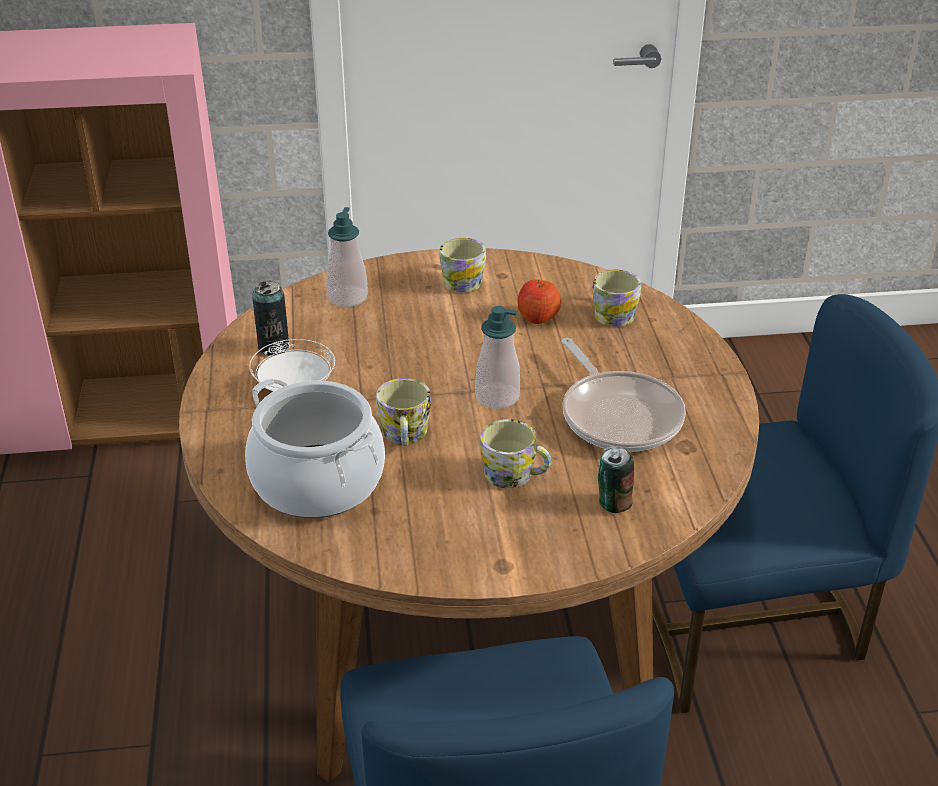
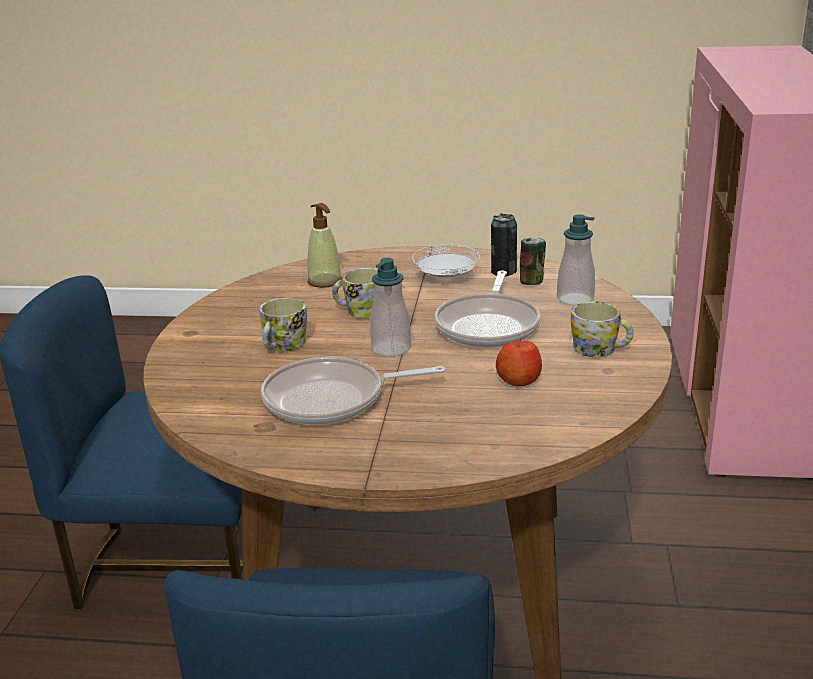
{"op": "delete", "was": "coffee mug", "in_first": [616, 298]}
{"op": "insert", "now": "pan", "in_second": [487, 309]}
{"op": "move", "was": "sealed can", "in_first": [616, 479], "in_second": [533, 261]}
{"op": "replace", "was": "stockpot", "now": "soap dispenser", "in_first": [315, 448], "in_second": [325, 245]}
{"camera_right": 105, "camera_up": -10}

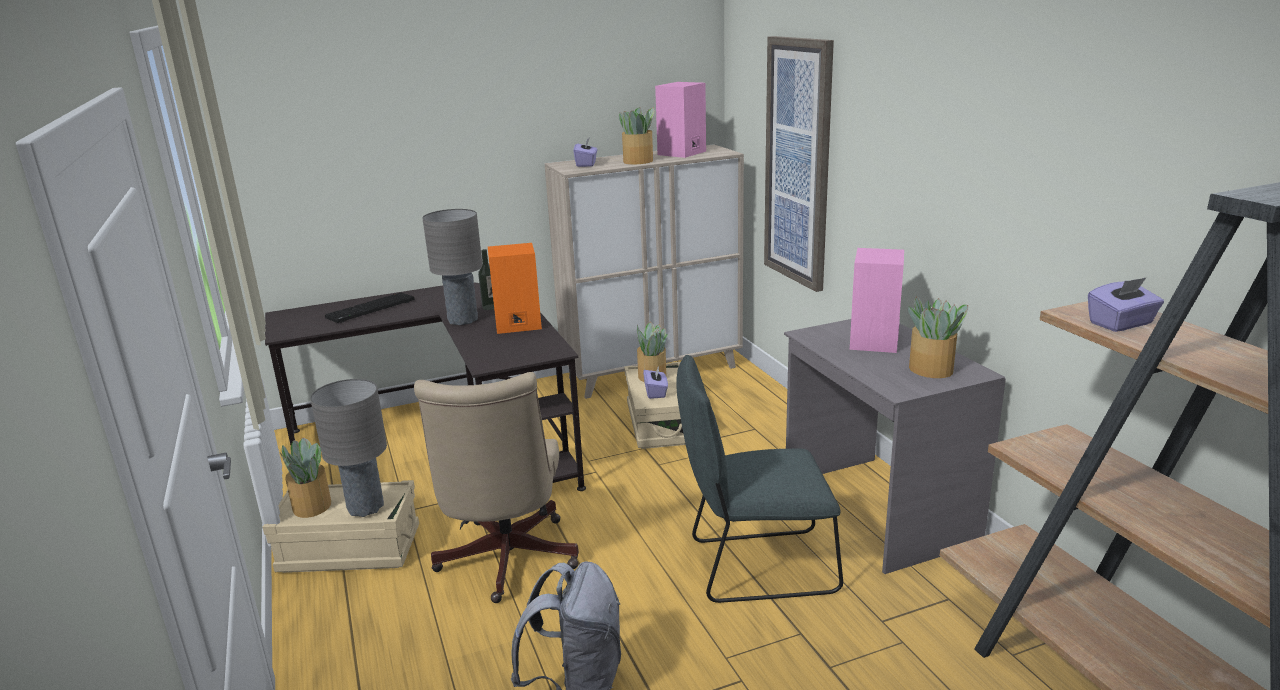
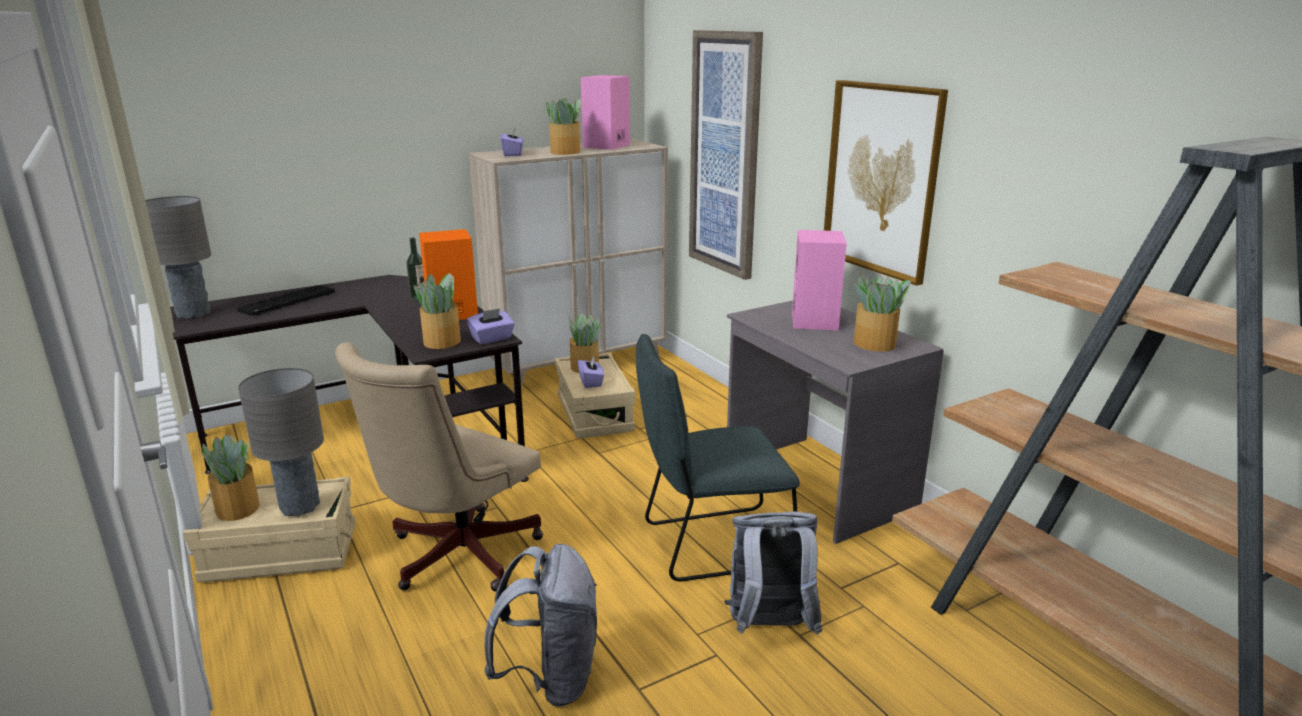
{"op": "insert", "now": "houseplant", "in_second": [437, 311]}
{"op": "insert", "now": "greyish knapsack", "in_second": [773, 572]}
{"op": "insert", "now": "wall picture", "in_second": [886, 183]}
{"op": "move", "was": "greyish table lamp", "in_first": [452, 267], "in_second": [178, 257]}
{"op": "move", "was": "purple tissue box", "in_first": [1126, 304], "in_second": [491, 326]}
{"op": "rotate", "was": "beige-coloured desk chair", "in_first": [496, 487], "in_second": [439, 467], "clockwise": 45}
{"camera_right": -10, "camera_up": 0}

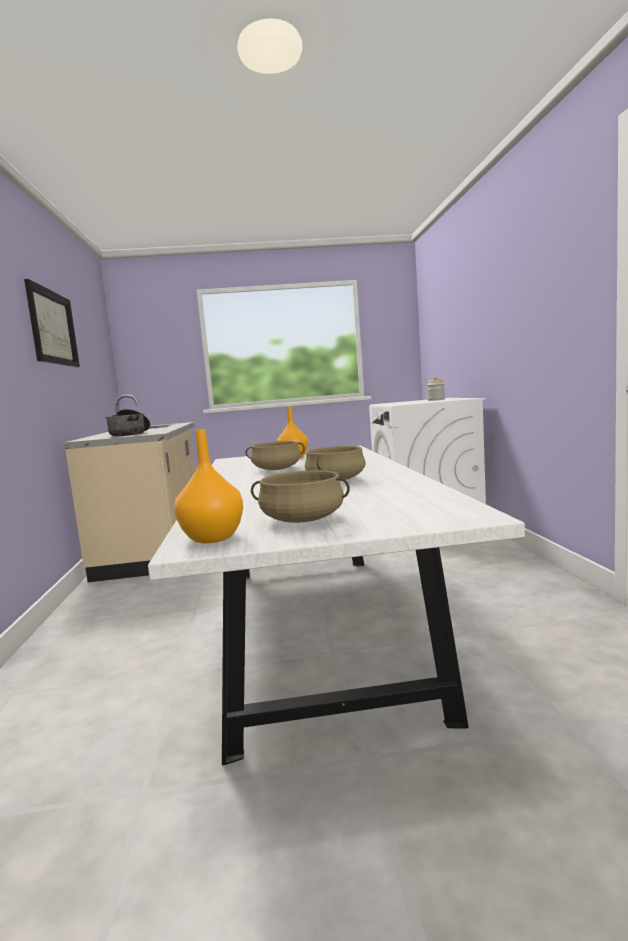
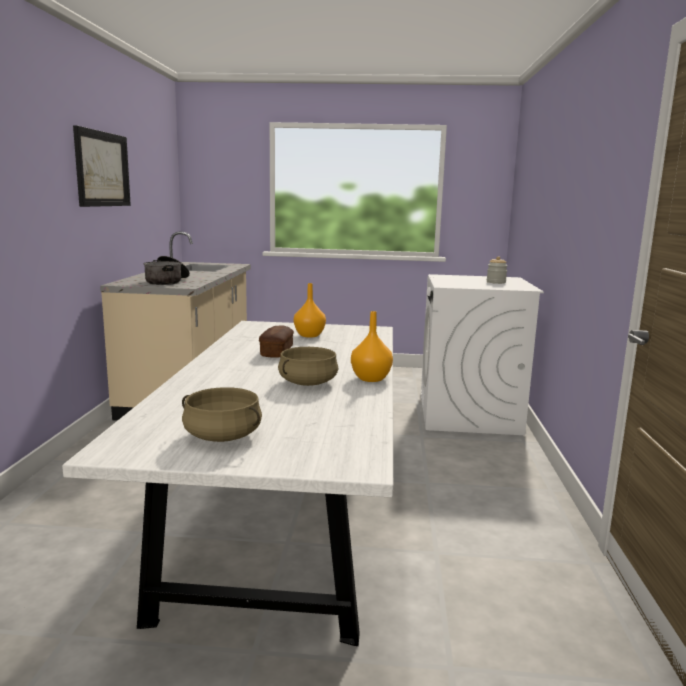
{"op": "move", "was": "orangey decorative vase", "in_first": [208, 486], "in_second": [372, 346]}
{"op": "replace", "was": "beige-coloured stockpot", "now": "baked bread", "in_first": [275, 455], "in_second": [276, 341]}
{"camera_right": 10, "camera_up": 5}

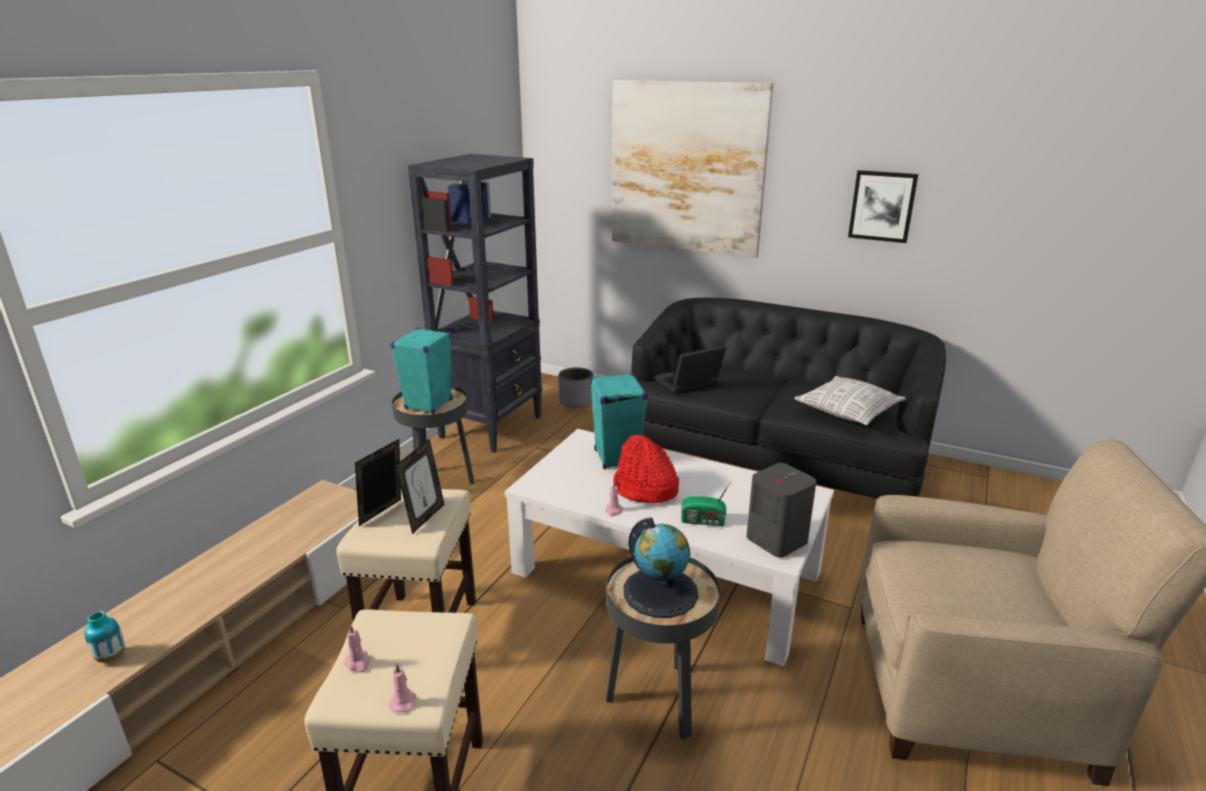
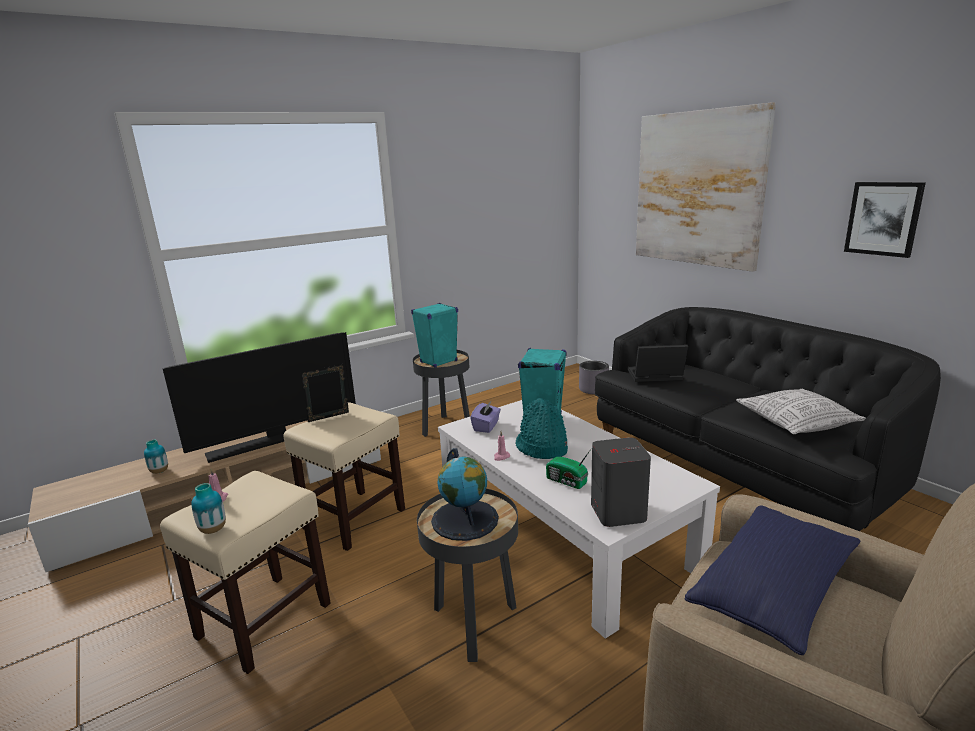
{"op": "delete", "was": "standing frame", "in_first": [419, 486]}
{"op": "delete", "was": "black-coloured shelving unit", "in_first": [475, 303]}
{"op": "insert", "now": "television", "in_second": [259, 397]}
{"op": "insert", "now": "purple tissue box", "in_second": [485, 416]}
{"op": "insert", "now": "bluish throw pillow", "in_second": [773, 580]}
{"op": "replace", "was": "pink candle", "now": "decorative vase", "in_first": [402, 688], "in_second": [208, 508]}
{"op": "recolor", "was": "reddish wearable hat", "now": "blue-green wearable hat", "in_first": [646, 469], "in_second": [542, 428]}
{"camera_right": 30, "camera_up": -5}

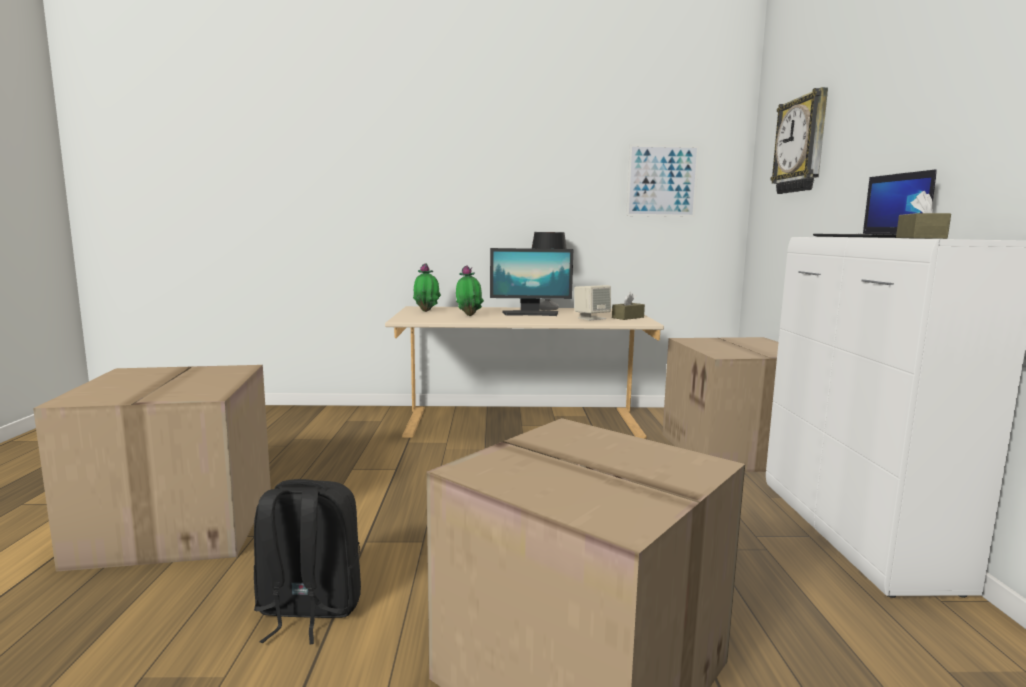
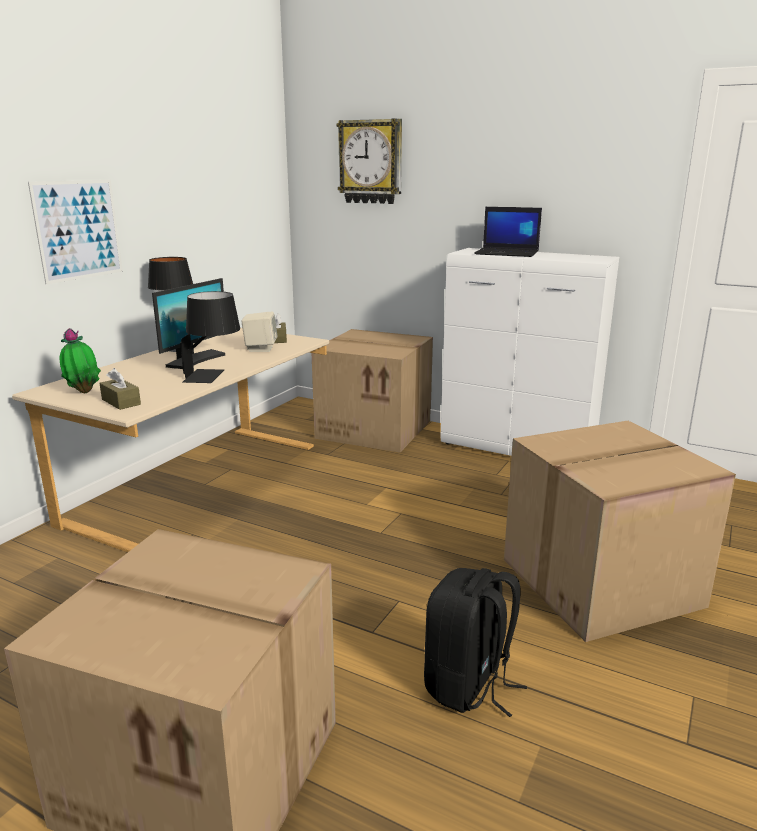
{"op": "delete", "was": "houseplant", "in_first": [470, 290]}
{"op": "insert", "now": "black-coloured table lamp", "in_second": [210, 337]}
{"op": "move", "was": "wall picture", "in_first": [662, 180], "in_second": [75, 232]}
{"op": "move", "was": "brownish tissue box", "in_first": [923, 215], "in_second": [120, 389]}
{"camera_right": -60, "camera_up": 10}

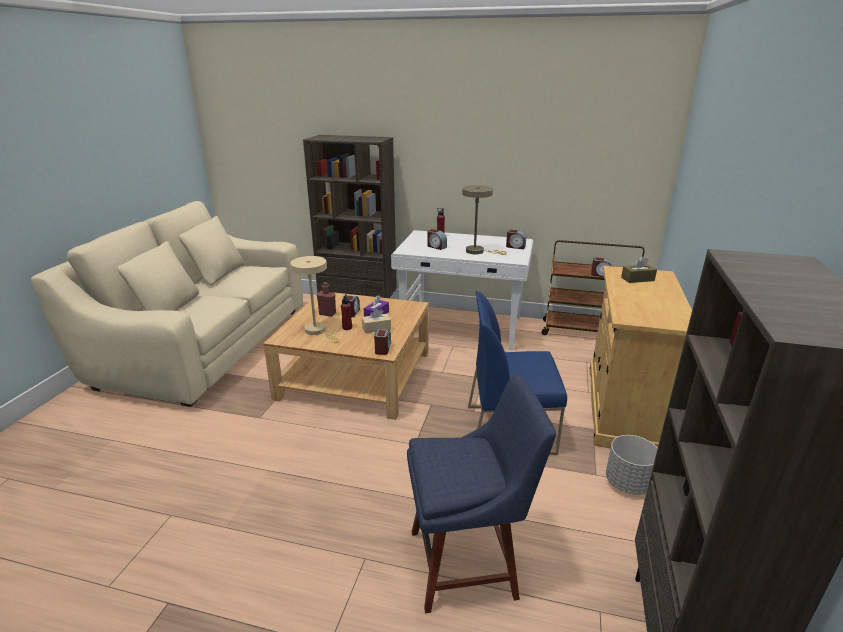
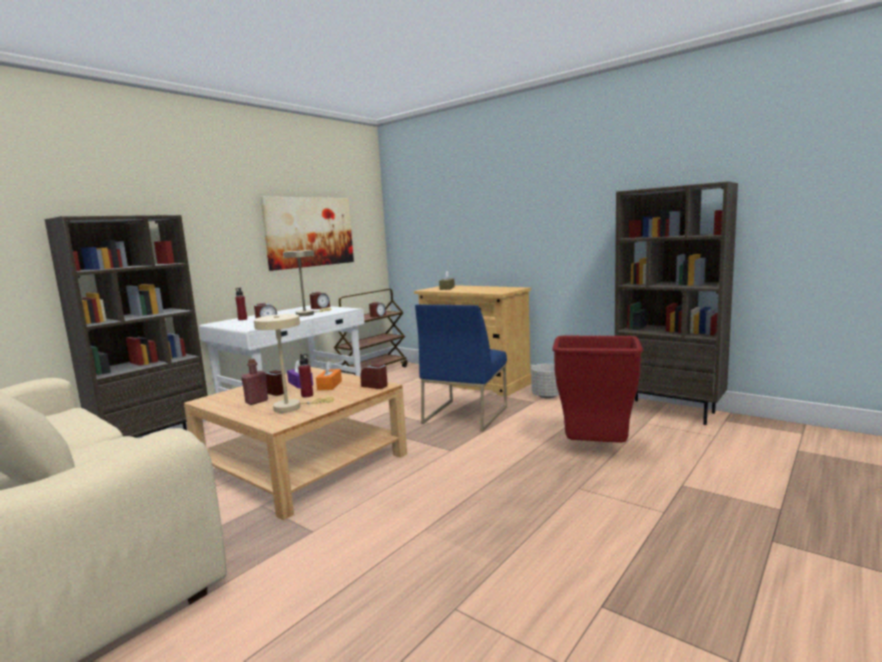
{"op": "insert", "now": "wall picture", "in_second": [307, 234]}
{"op": "replace", "was": "bluish plain chair", "now": "reddish trash can", "in_first": [481, 493], "in_second": [597, 389]}
{"op": "recolor", "was": "beige-coloured tissue box", "now": "orangey tissue box", "in_first": [376, 320], "in_second": [329, 375]}
{"camera_right": -65, "camera_up": -15}

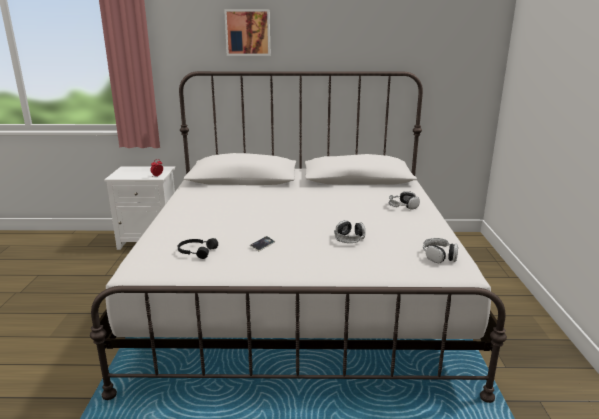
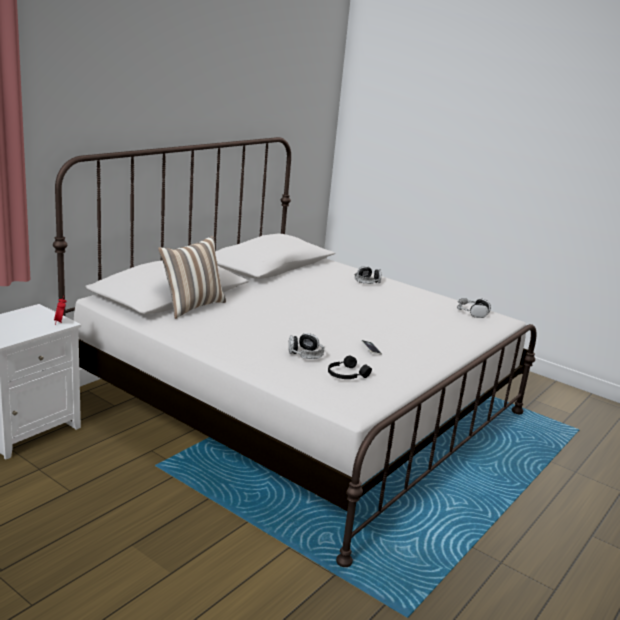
{"op": "delete", "was": "wall picture", "in_first": [247, 32]}
{"op": "insert", "now": "throw pillow", "in_second": [192, 277]}
{"op": "move", "was": "pair of headphones", "in_first": [350, 231], "in_second": [306, 346]}
{"camera_right": -55, "camera_up": 0}

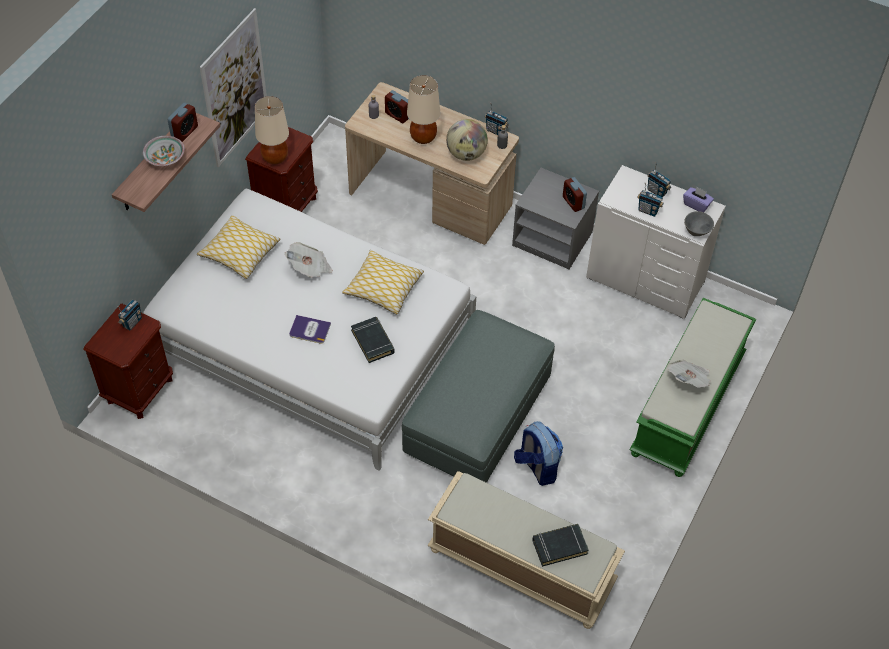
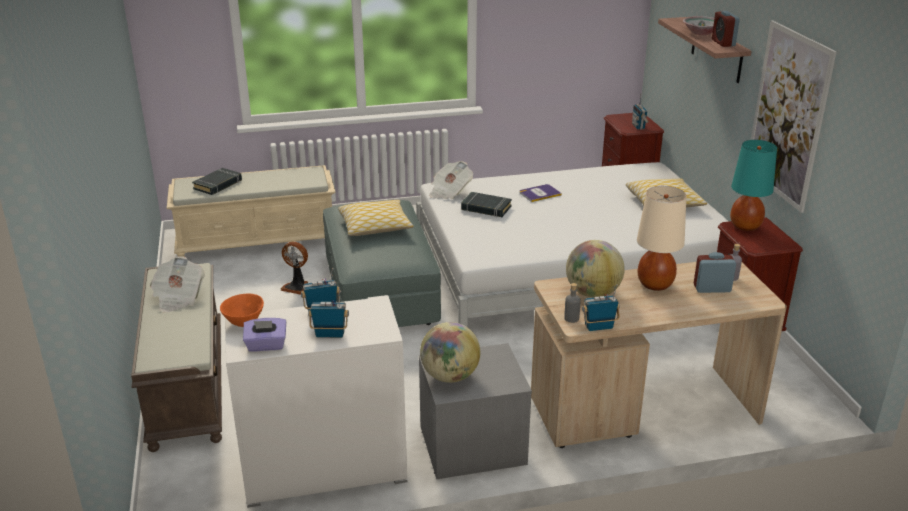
{"op": "move", "was": "daily paper", "in_first": [309, 260], "in_second": [451, 180]}
{"op": "move", "was": "throw pillow", "in_first": [383, 282], "in_second": [376, 218]}
{"op": "replace", "was": "knapsack", "now": "electric fan", "in_first": [538, 453], "in_second": [294, 268]}
{"op": "replace", "was": "alarm clock", "now": "globe", "in_first": [575, 194], "in_second": [450, 352]}
{"op": "recolor", "was": "beige-coloured table lamp", "now": "blue-green table lamp", "in_first": [272, 130], "in_second": [753, 185]}
{"op": "recolor", "was": "greenish bench", "now": "brownish bench", "in_first": [693, 387], "in_second": [176, 357]}
{"op": "recolor", "was": "greyish bowl", "now": "orangey bowl", "in_first": [699, 223], "in_second": [242, 310]}
{"camera_right": 140, "camera_up": -25}

